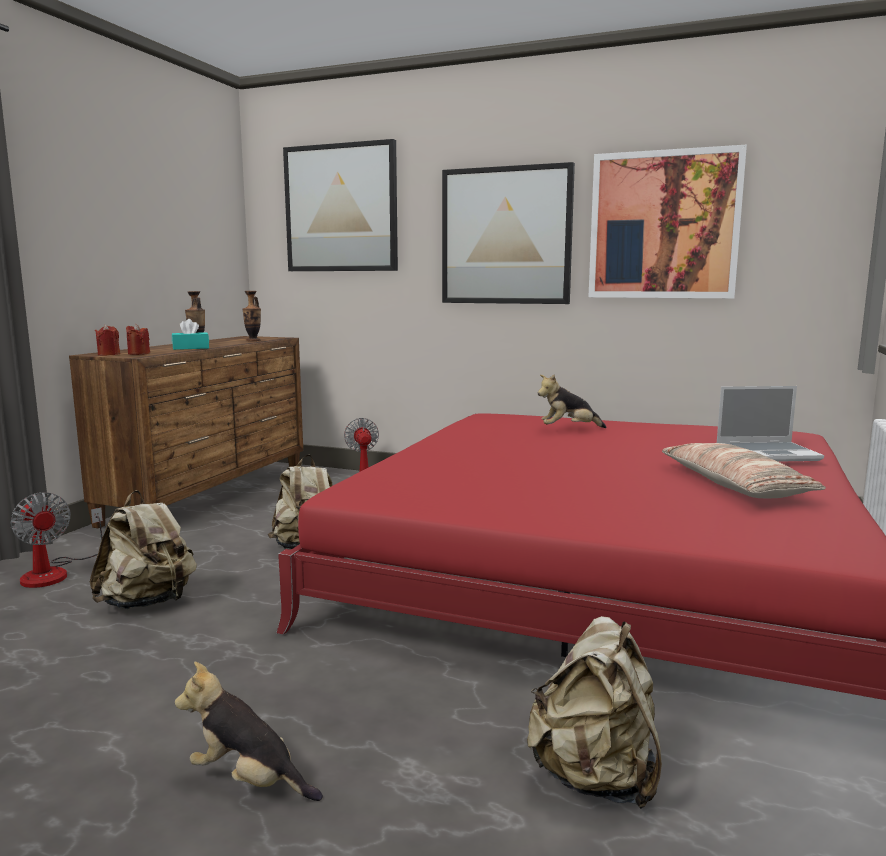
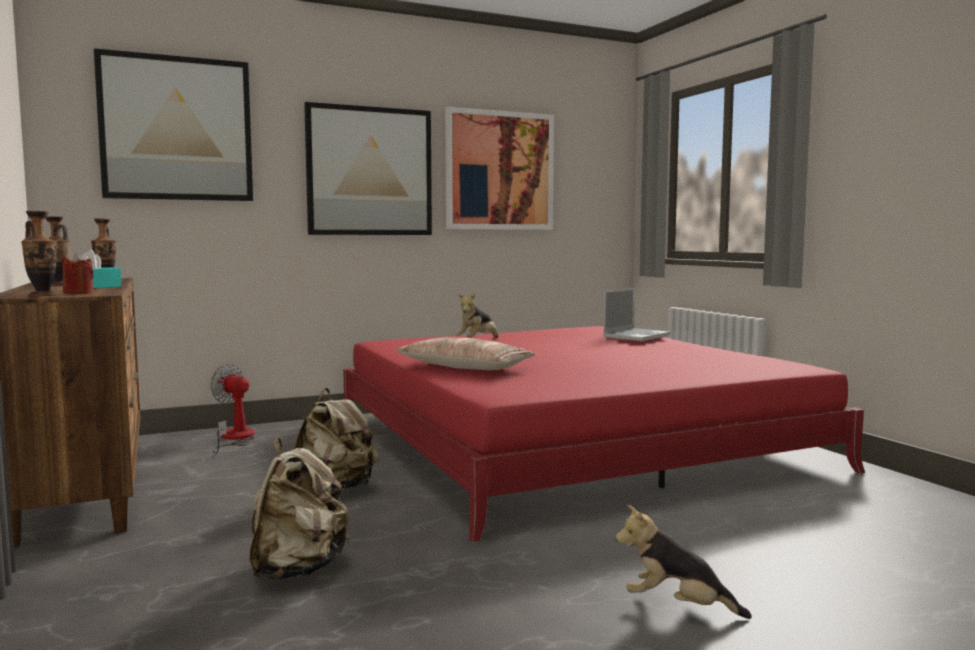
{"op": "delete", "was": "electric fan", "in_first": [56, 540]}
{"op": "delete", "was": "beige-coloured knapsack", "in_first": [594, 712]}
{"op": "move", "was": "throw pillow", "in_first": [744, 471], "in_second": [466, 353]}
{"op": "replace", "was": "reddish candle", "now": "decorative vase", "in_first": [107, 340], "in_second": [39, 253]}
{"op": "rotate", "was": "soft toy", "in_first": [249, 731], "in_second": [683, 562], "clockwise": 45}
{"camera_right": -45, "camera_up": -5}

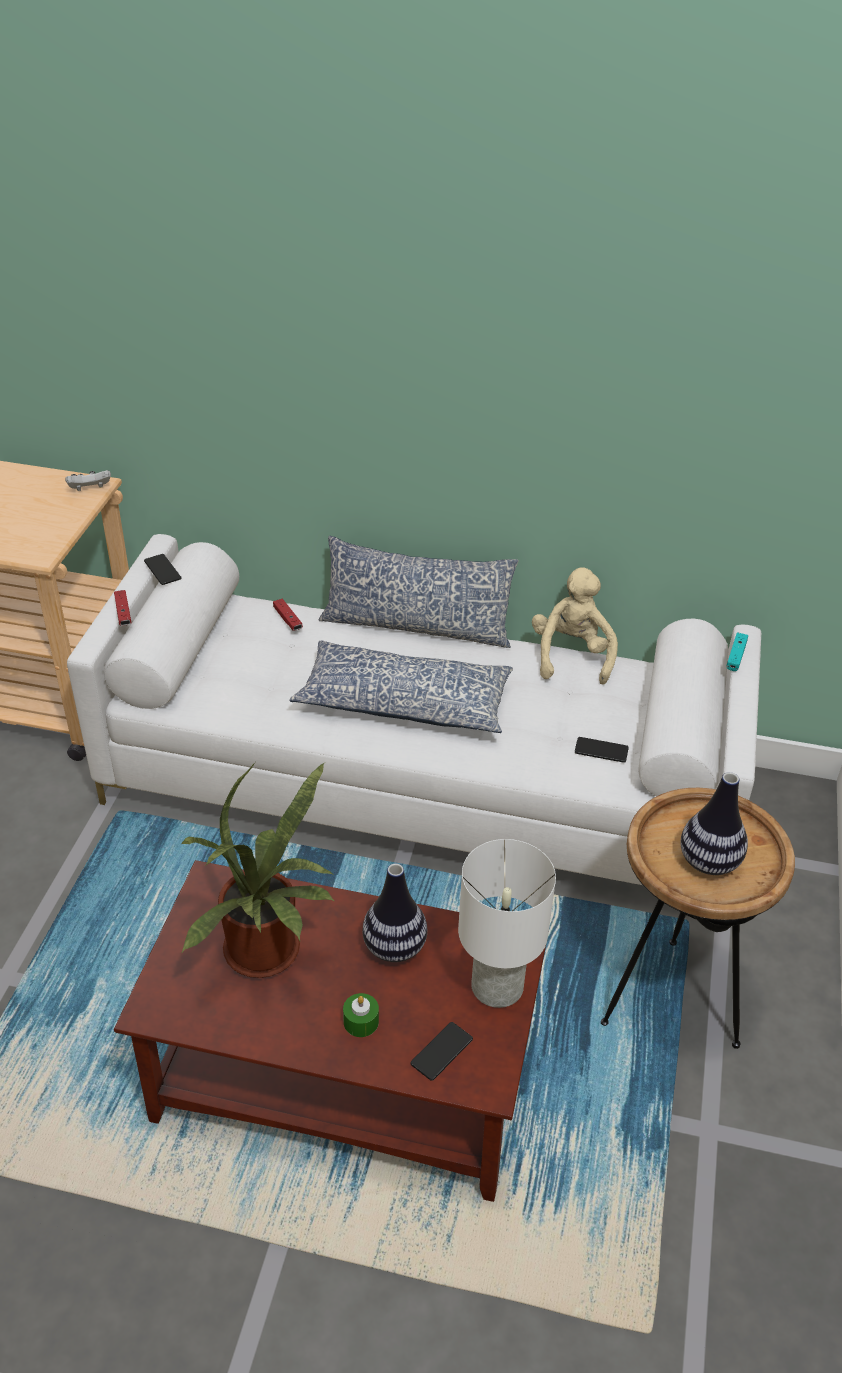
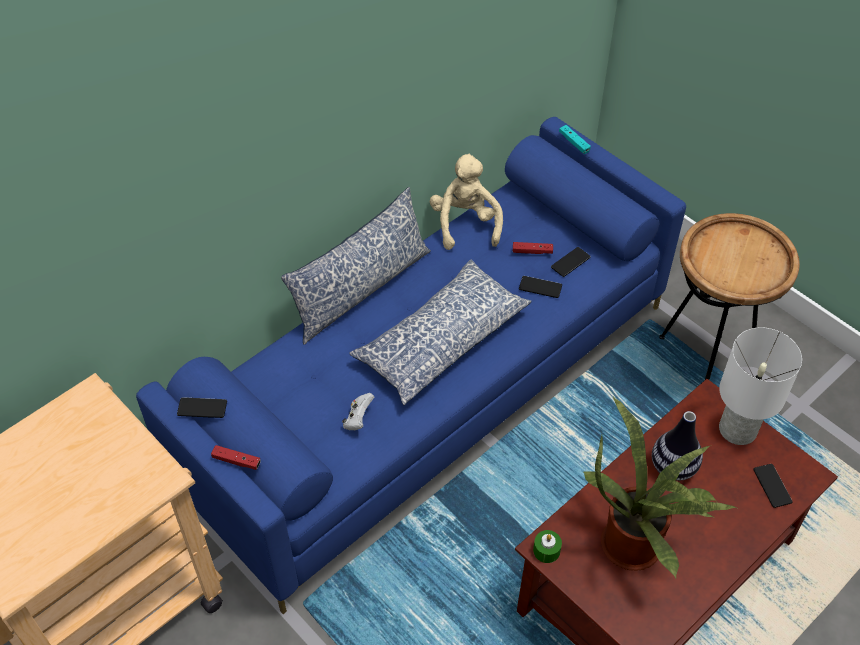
{"op": "delete", "was": "decorative vase", "in_first": [714, 823]}
{"op": "insert", "now": "phone", "in_second": [540, 287]}
{"op": "move", "was": "white-coloured gamepad", "in_first": [88, 480], "in_second": [358, 411]}
{"op": "move", "was": "reddish gamepad", "in_first": [288, 615], "in_second": [533, 248]}
{"op": "move", "was": "greenish candle", "in_first": [361, 1015], "in_second": [547, 546]}
{"op": "recolor", "was": "white-coloured sofa", "now": "bluish sofa", "in_first": [414, 709], "in_second": [411, 365]}
{"op": "rotate", "was": "beige-coloured soft toy", "in_first": [575, 626], "in_second": [466, 202], "clockwise": 45}
{"camera_right": -55, "camera_up": 10}

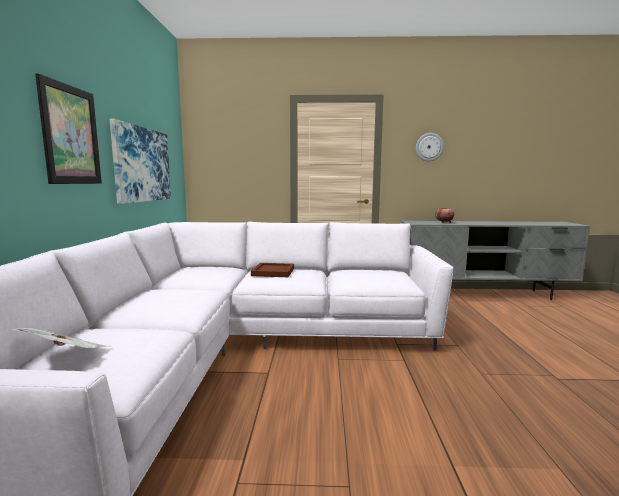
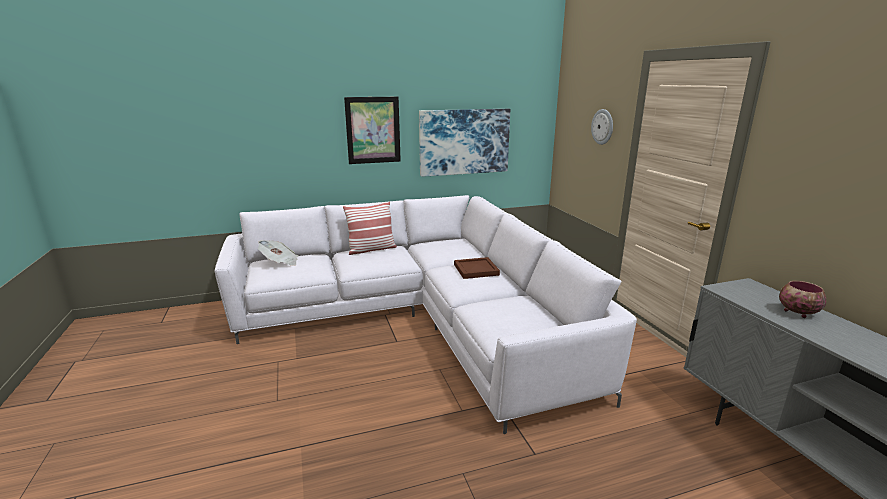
{"op": "insert", "now": "throw pillow", "in_second": [370, 228]}
{"op": "move", "was": "wall clock", "in_first": [430, 147], "in_second": [602, 127]}
{"camera_right": 70, "camera_up": 10}

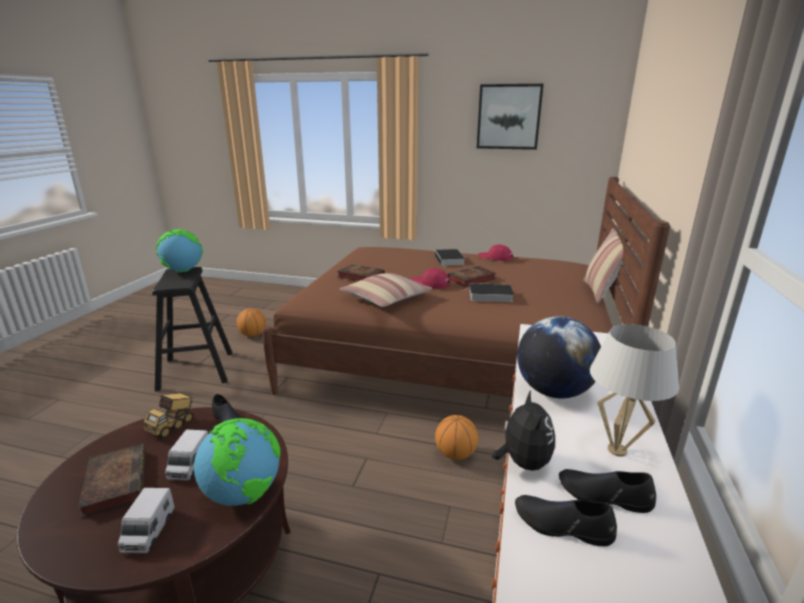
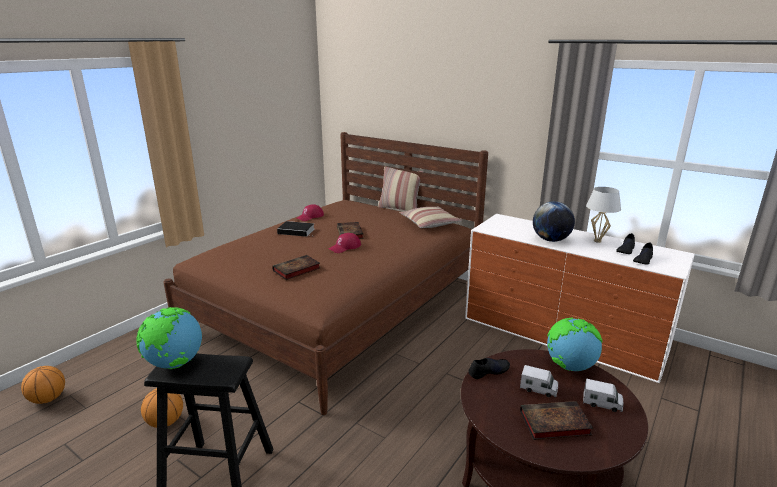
{"op": "delete", "was": "toy lorry", "in_first": [168, 415]}
{"op": "delete", "was": "book", "in_first": [489, 292]}
{"op": "delete", "was": "wall picture", "in_first": [510, 117]}
{"op": "delete", "was": "soft toy", "in_first": [523, 430]}
{"op": "move", "was": "throw pillow", "in_first": [386, 290], "in_second": [431, 217]}
{"op": "move", "was": "basketball ball", "in_first": [456, 437], "in_second": [43, 385]}
{"camera_right": -70, "camera_up": 0}

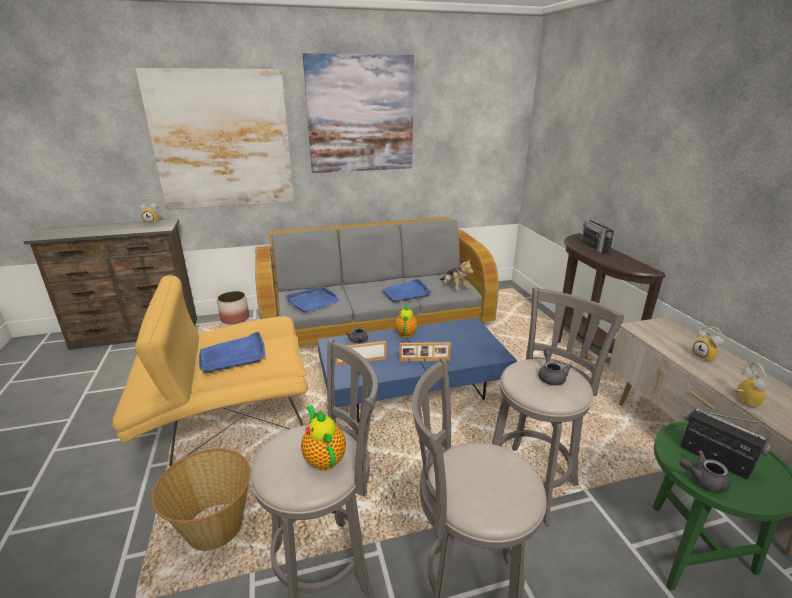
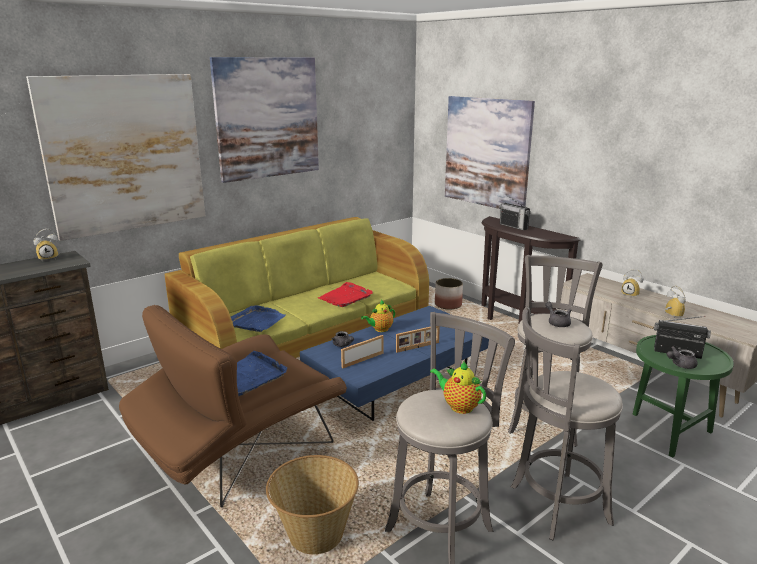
{"op": "delete", "was": "soft toy", "in_first": [457, 274]}
{"op": "insert", "now": "wall picture", "in_second": [490, 152]}
{"op": "move", "was": "flower pot", "in_first": [233, 307], "in_second": [449, 293]}
{"op": "recolor", "was": "yellowish armchair", "now": "brownish armchair", "in_first": [210, 370], "in_second": [233, 406]}
{"op": "recolor", "was": "greyish sofa", "now": "greenish sofa", "in_first": [377, 281], "in_second": [297, 287]}
{"op": "recolor", "was": "bluish carrying tray", "now": "reddish carrying tray", "in_first": [406, 291], "in_second": [345, 294]}
{"op": "rotate", "was": "tea pot", "in_first": [406, 321], "in_second": [378, 316], "clockwise": -105}
{"camera_right": -25, "camera_up": -5}

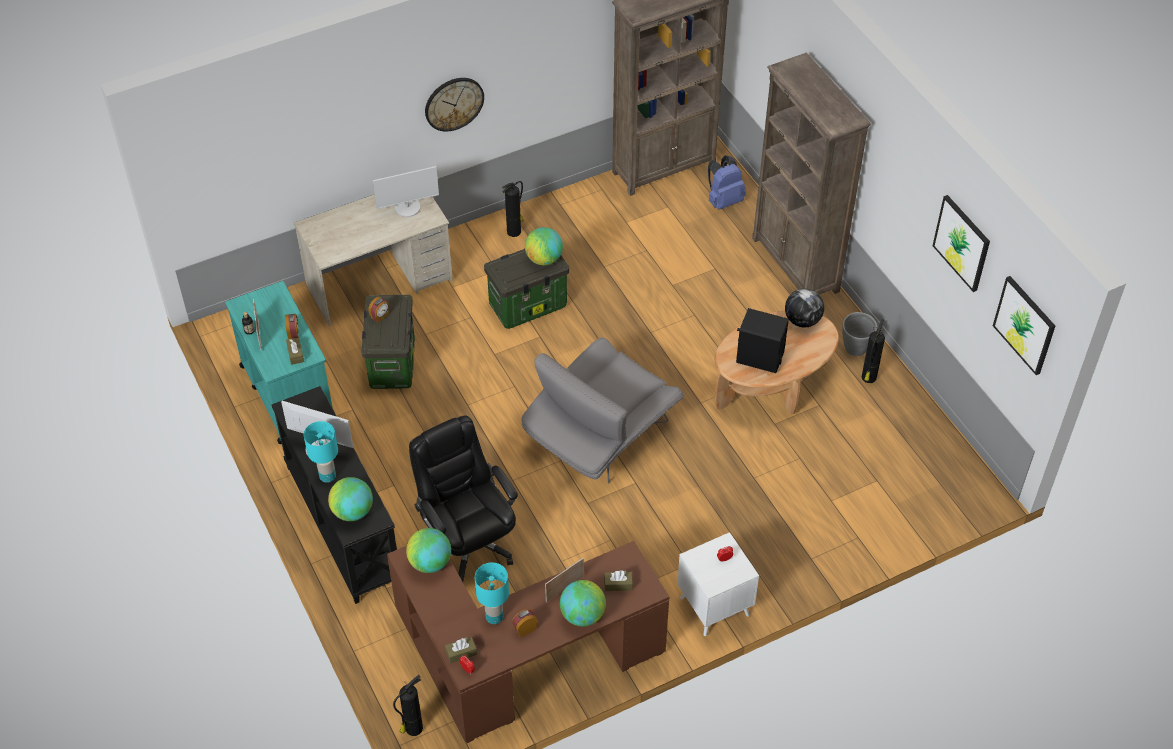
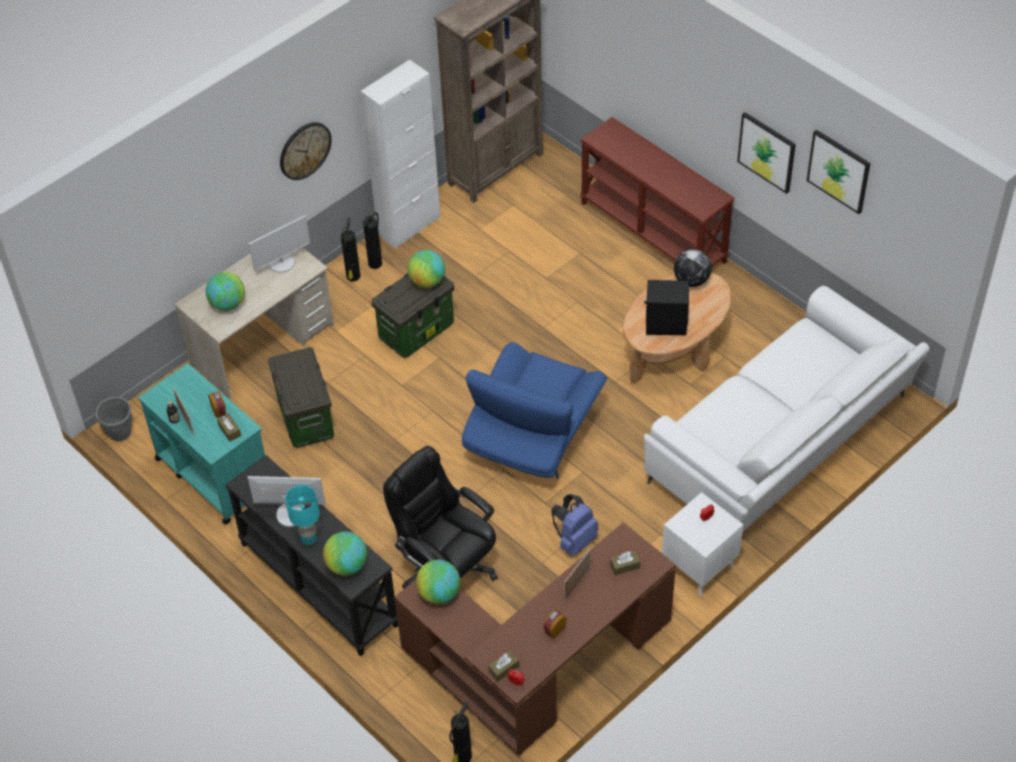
{"op": "delete", "was": "alarm clock", "in_first": [378, 309]}
{"op": "delete", "was": "blue-green table lamp", "in_first": [492, 593]}
{"op": "insert", "now": "white-coloured cabinet", "in_second": [401, 154]}
{"op": "insert", "now": "white-coloured sofa", "in_second": [787, 408]}
{"op": "move", "was": "globe", "in_first": [583, 603], "in_second": [225, 291]}
{"op": "move", "was": "bluish knapsack", "in_first": [727, 182], "in_second": [574, 525]}
{"op": "move", "was": "greyish flower pot", "in_first": [859, 334], "in_second": [114, 419]}
{"op": "move", "was": "extinguisher", "in_first": [873, 351], "in_second": [350, 249]}
{"op": "move", "was": "wall picture", "in_first": [1024, 325], "in_second": [766, 153]}
{"op": "replace", "was": "brownish shelving unit", "now": "brownish narrow table", "in_first": [811, 174], "in_second": [657, 192]}
{"op": "recolor", "was": "greyish armchair", "now": "bluish armchair", "in_first": [602, 410], "in_second": [534, 410]}
{"camera_right": -15, "camera_up": 0}

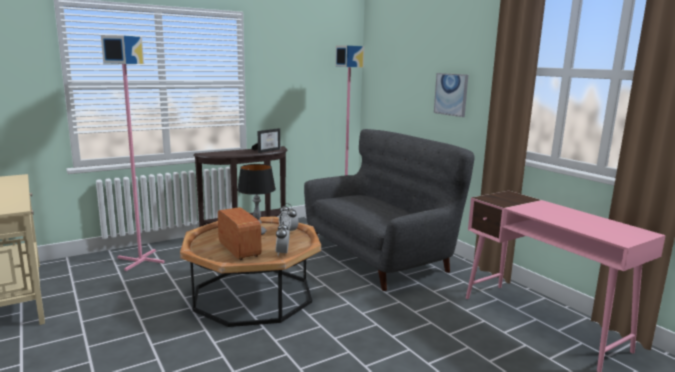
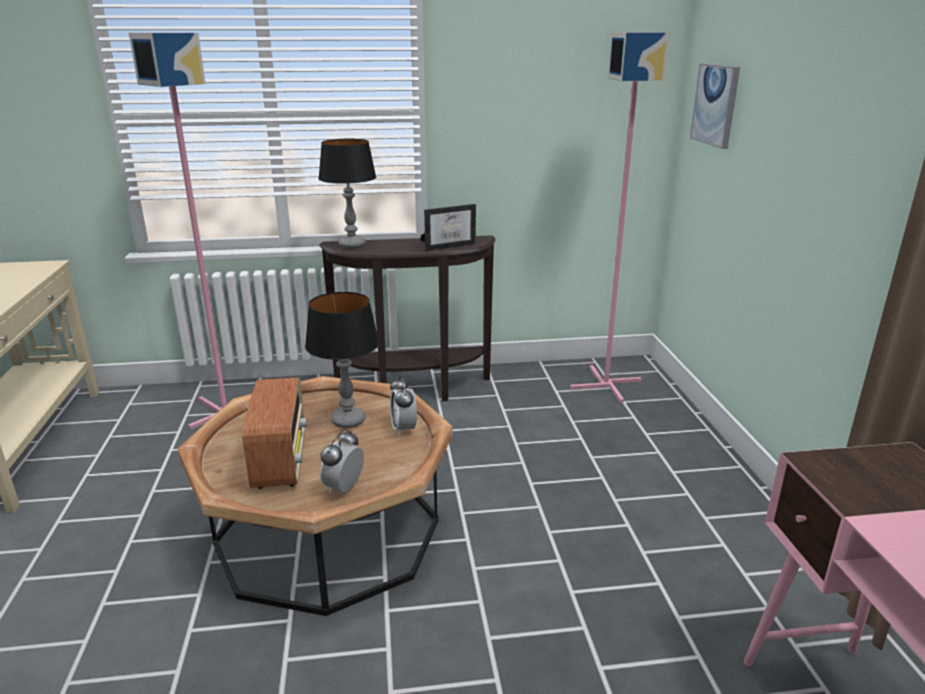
{"op": "delete", "was": "greyish sofa", "in_first": [389, 210]}
{"op": "insert", "now": "table lamp", "in_second": [347, 194]}
{"op": "move", "was": "wall picture", "in_first": [451, 95], "in_second": [715, 106]}
{"camera_right": 25, "camera_up": 10}

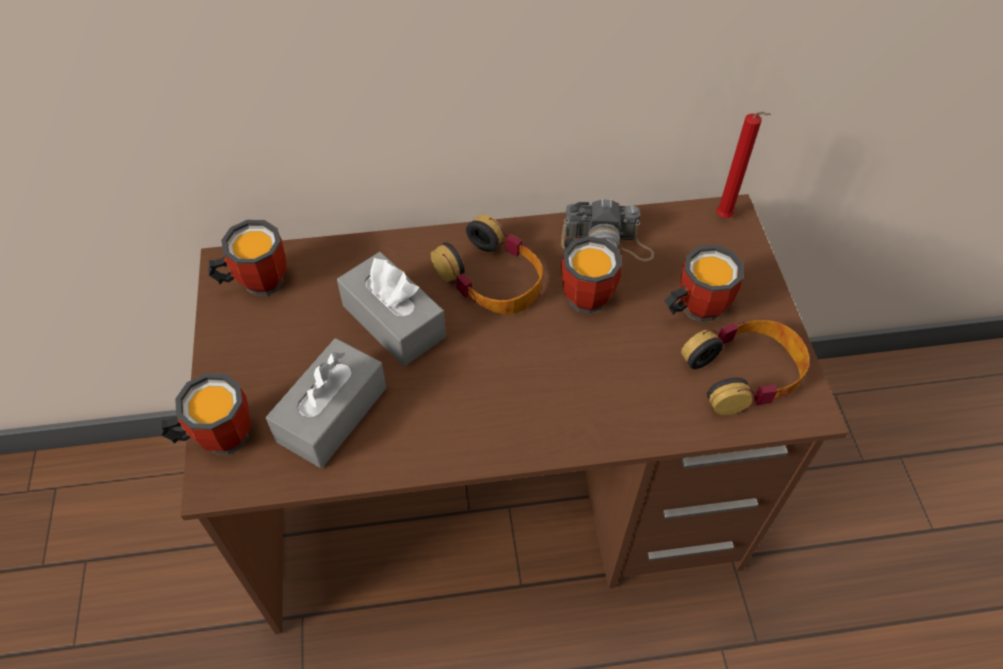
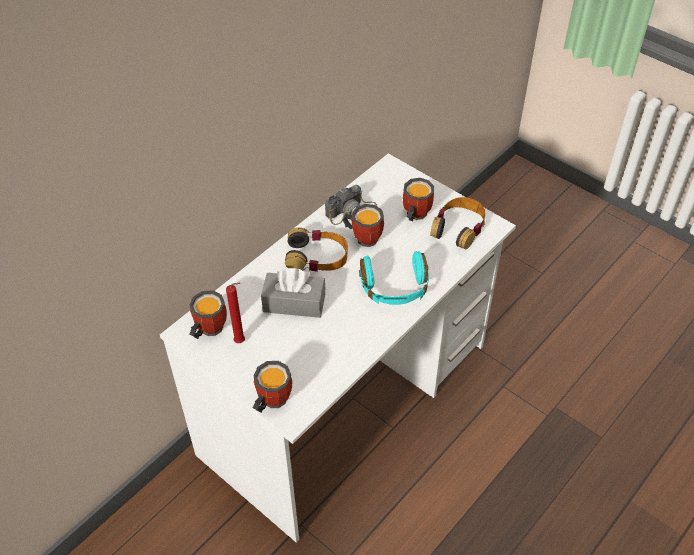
{"op": "delete", "was": "greyish tissue box", "in_first": [326, 403]}
{"op": "insert", "now": "blue-green pair of headphones", "in_second": [394, 278]}
{"op": "move", "was": "reddish candle", "in_first": [744, 165], "in_second": [235, 313]}
{"op": "recolor", "was": "brownish desk table", "now": "white-coloured desk table", "in_first": [514, 414], "in_second": [338, 348]}
{"camera_right": -40, "camera_up": -5}

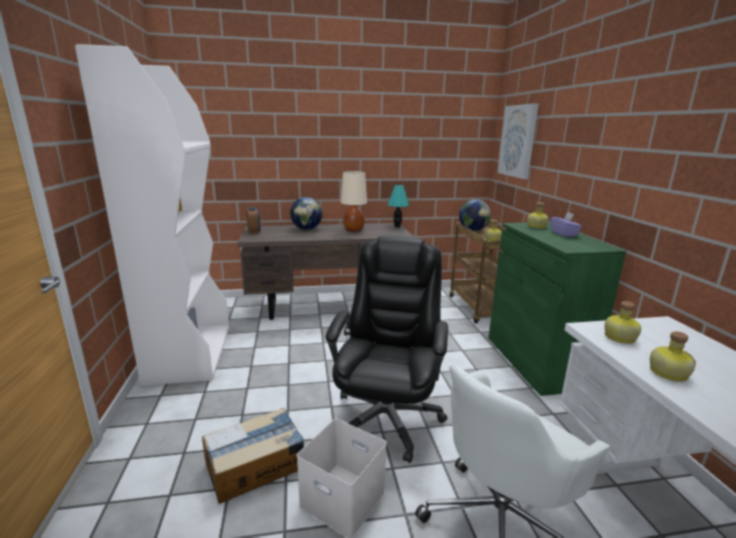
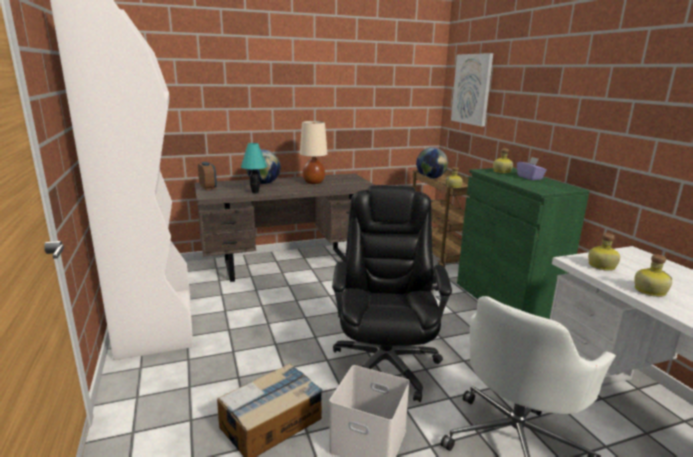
{"op": "move", "was": "blue-green table lamp", "in_first": [398, 206], "in_second": [254, 168]}
{"camera_right": -10, "camera_up": 0}

